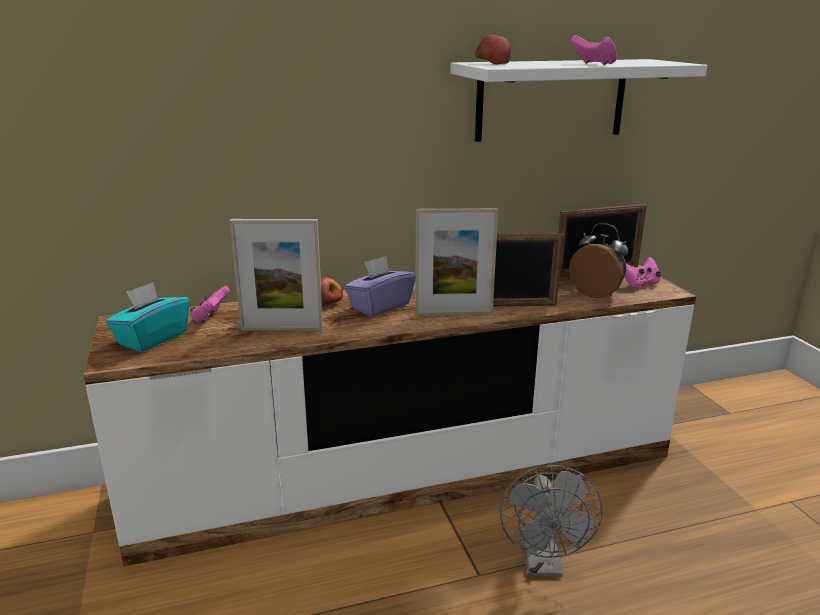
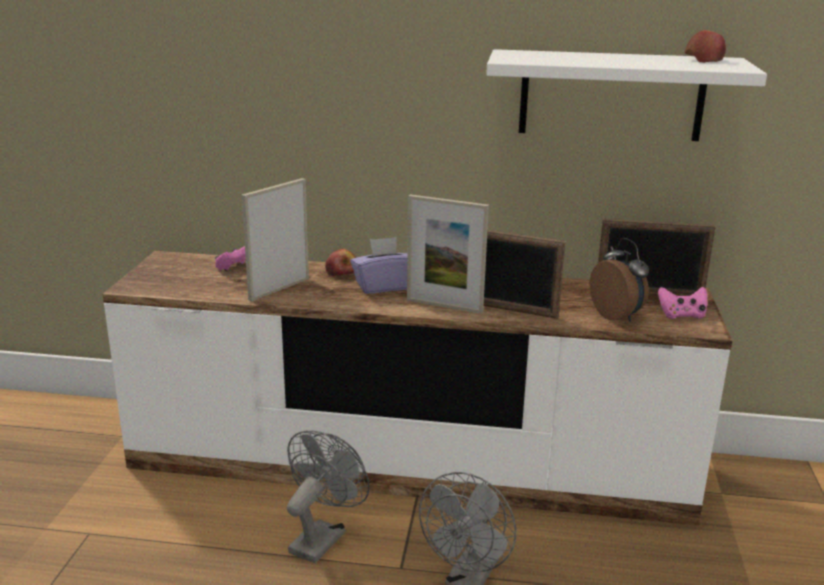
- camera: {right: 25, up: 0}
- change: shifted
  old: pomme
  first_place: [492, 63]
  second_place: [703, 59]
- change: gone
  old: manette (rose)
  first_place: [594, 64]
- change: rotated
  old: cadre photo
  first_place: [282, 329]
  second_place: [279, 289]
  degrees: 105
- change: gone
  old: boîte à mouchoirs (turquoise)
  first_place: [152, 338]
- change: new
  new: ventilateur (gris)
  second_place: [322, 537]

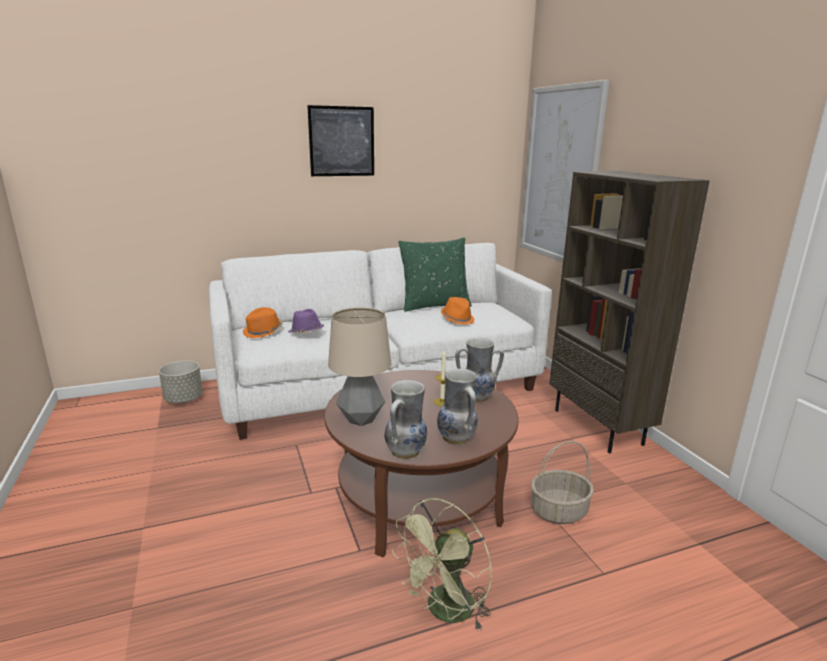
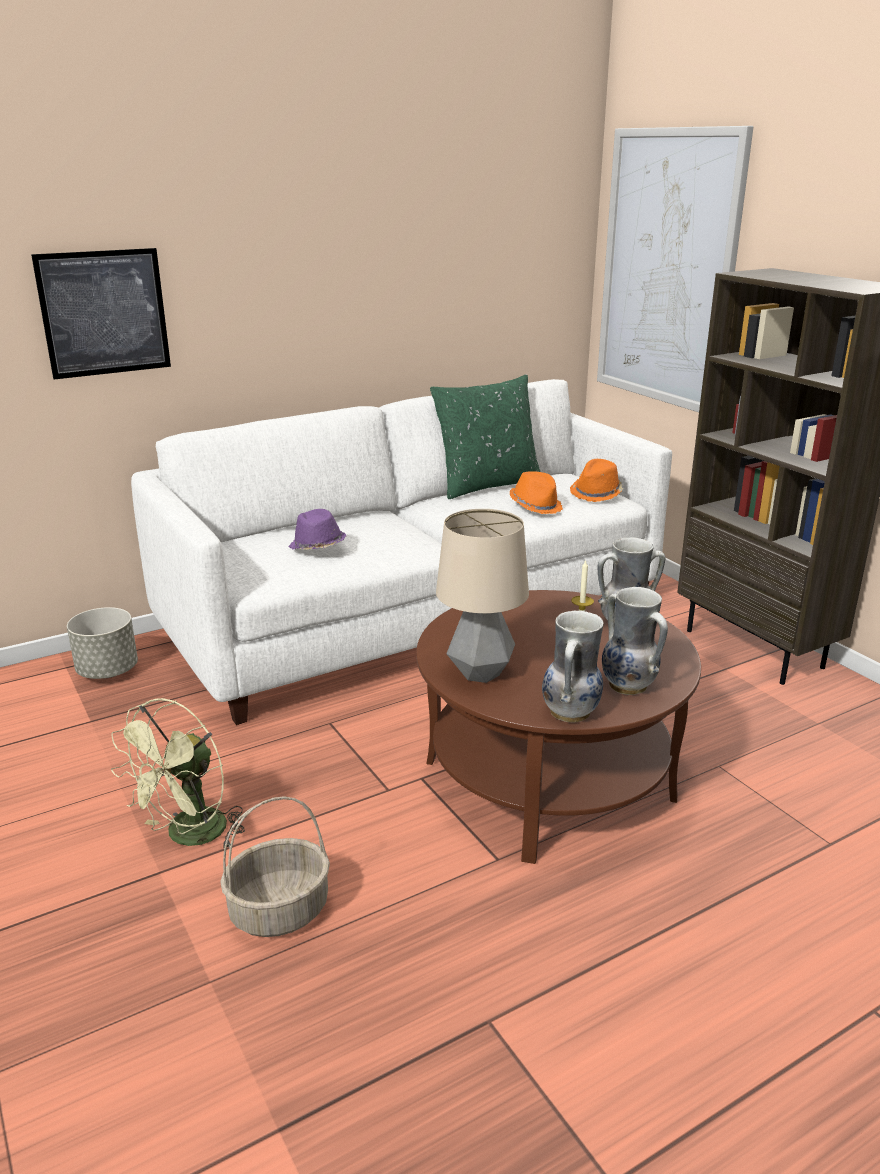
- camera: {right: -10, up: 5}
- change: shifted
  old: tableau
  first_place: [342, 141]
  second_place: [104, 313]
- change: shifted
  old: chapeau (orange)
  first_place: [263, 332]
  second_place: [597, 493]
- change: shifted
  old: panier
  first_place: [558, 511]
  second_place: [278, 912]
- change: shifted
  old: ventilateur (vert)
  first_place: [445, 612]
  second_place: [189, 837]

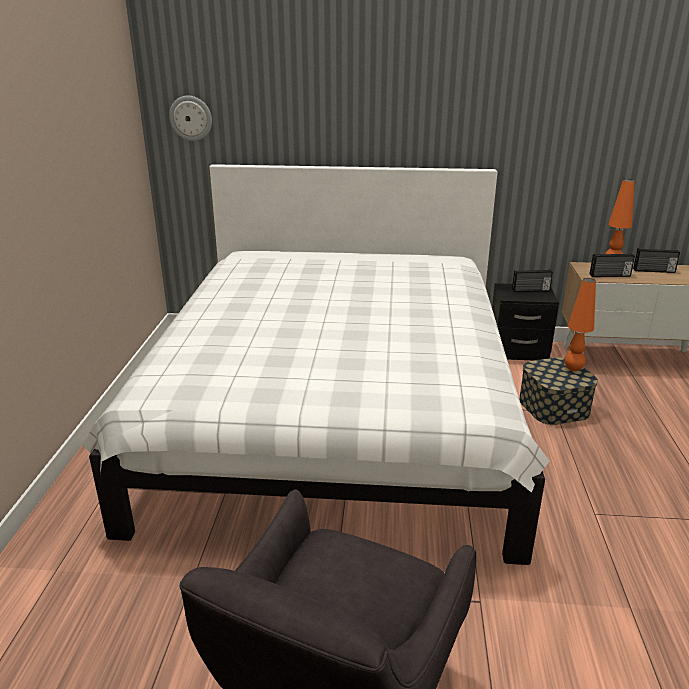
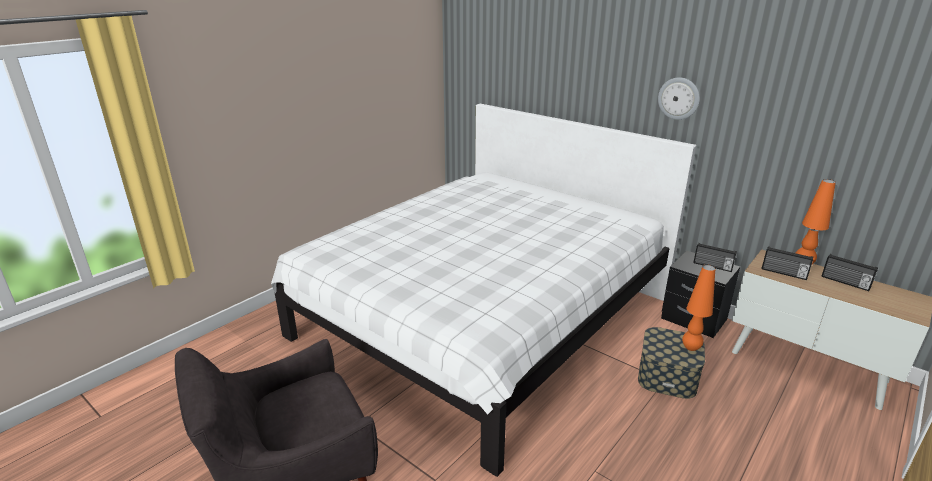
- camera: {right: 35, up: 0}
- change: shifted
  old: horloge murale
  first_place: [191, 118]
  second_place: [678, 98]

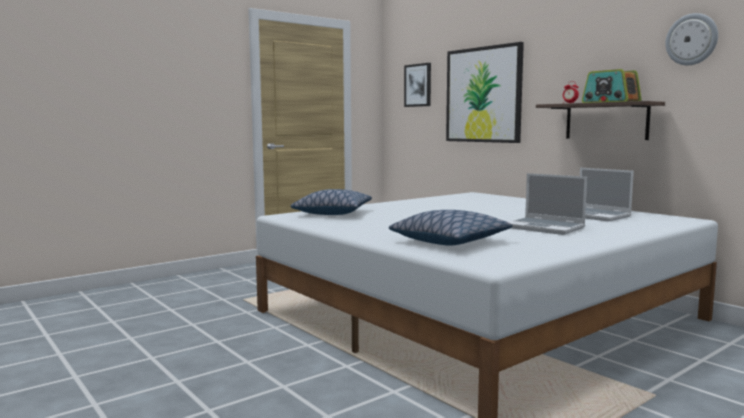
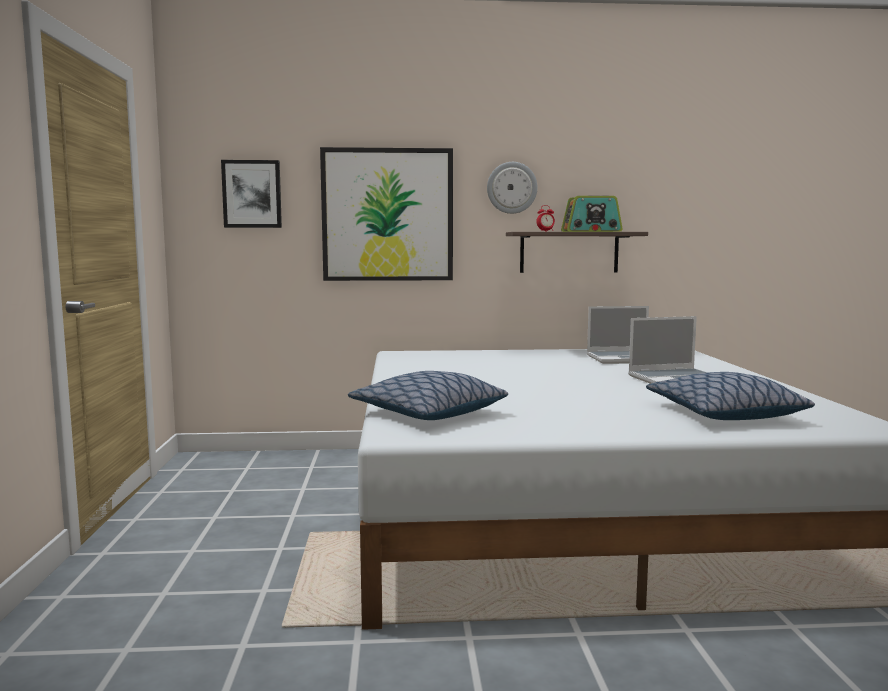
- camera: {right: -55, up: 0}
- change: shifted
  old: horloge murale
  first_place: [691, 39]
  second_place: [511, 187]

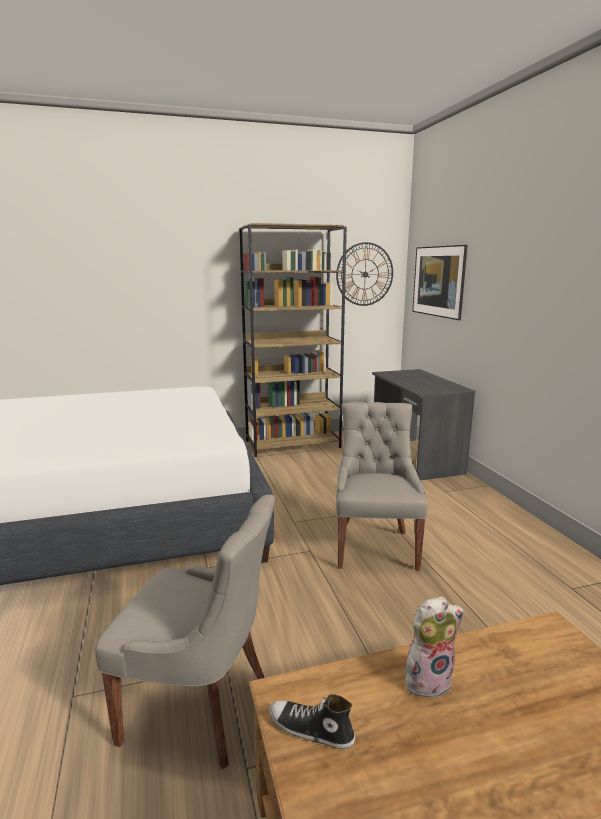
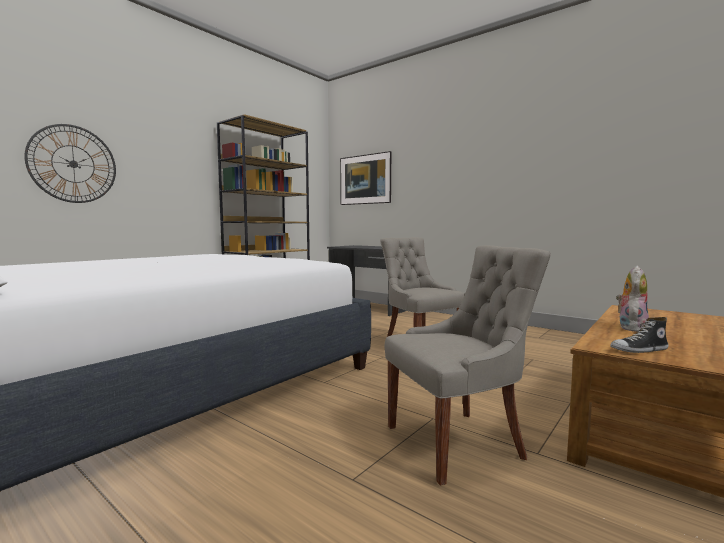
- camera: {right: -35, up: -10}
- change: shifted
  old: horloge murale
  first_place: [365, 274]
  second_place: [73, 164]

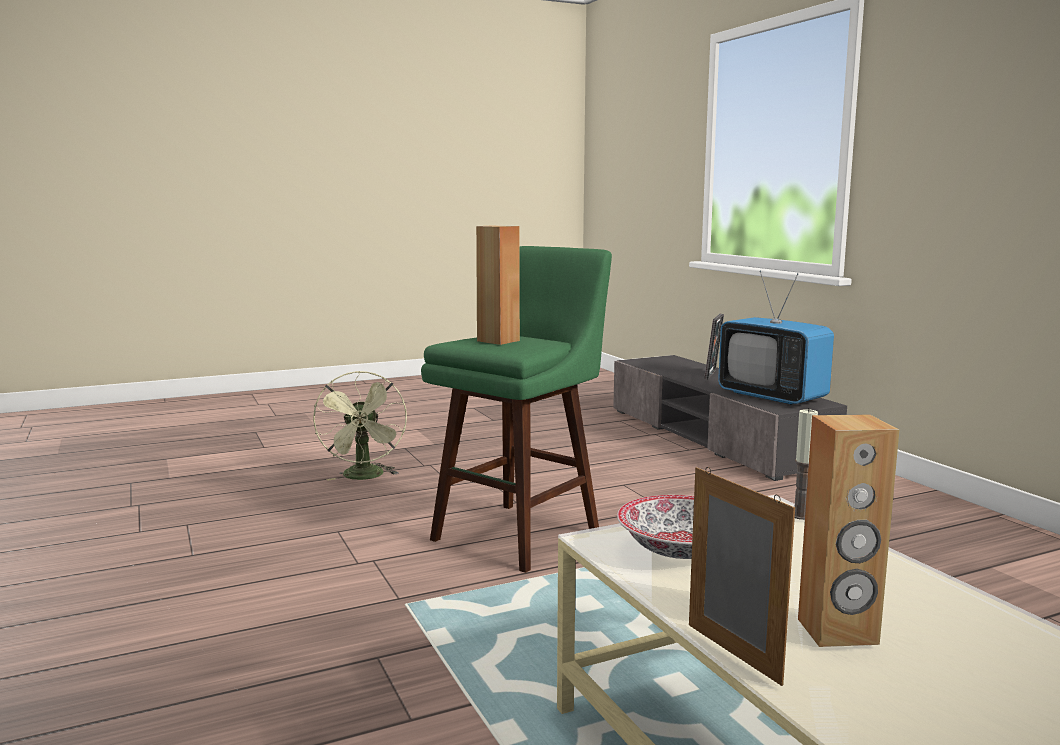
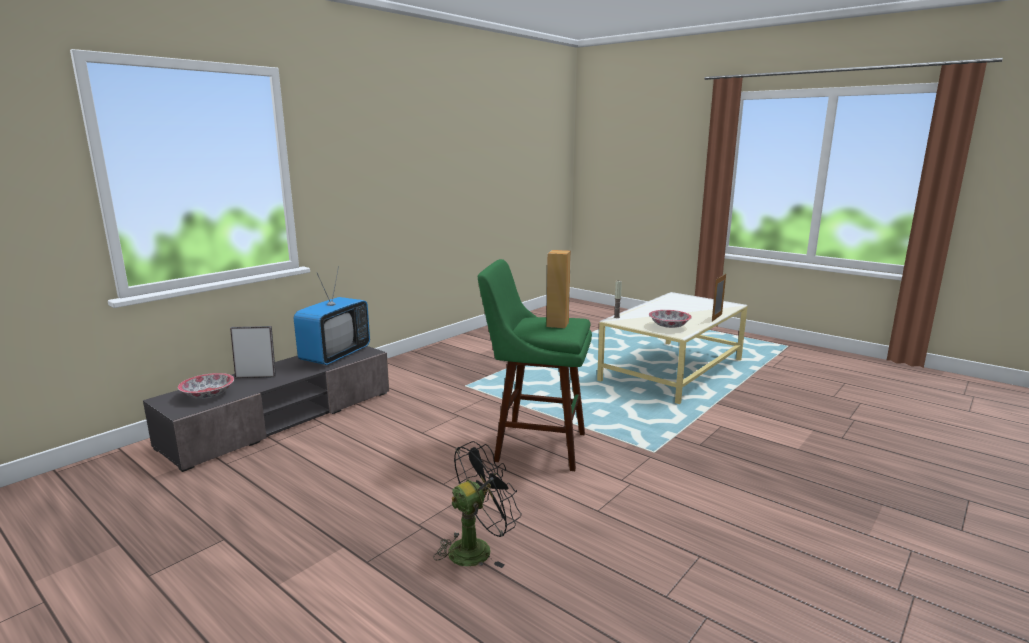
- camera: {right: -115, up: 5}
- change: repainted
  old: ventilateur (vert)
  new: ventilateur (noir)
  first_place: [365, 477]
  second_place: [477, 548]
- change: gone
  old: enceinte (marron)
  first_place: [838, 632]
- change: new
  new: bol
  second_place: [208, 395]

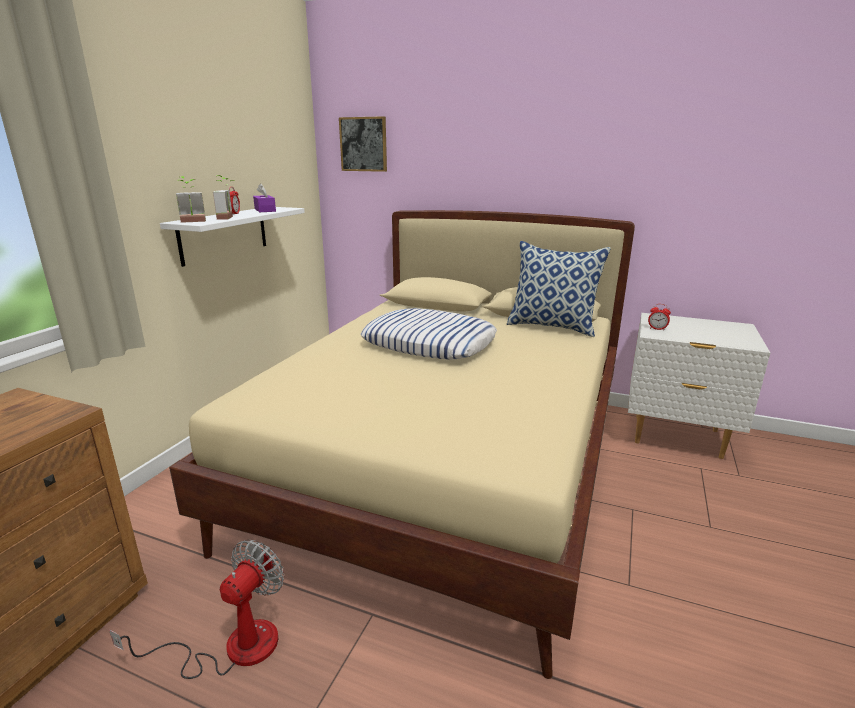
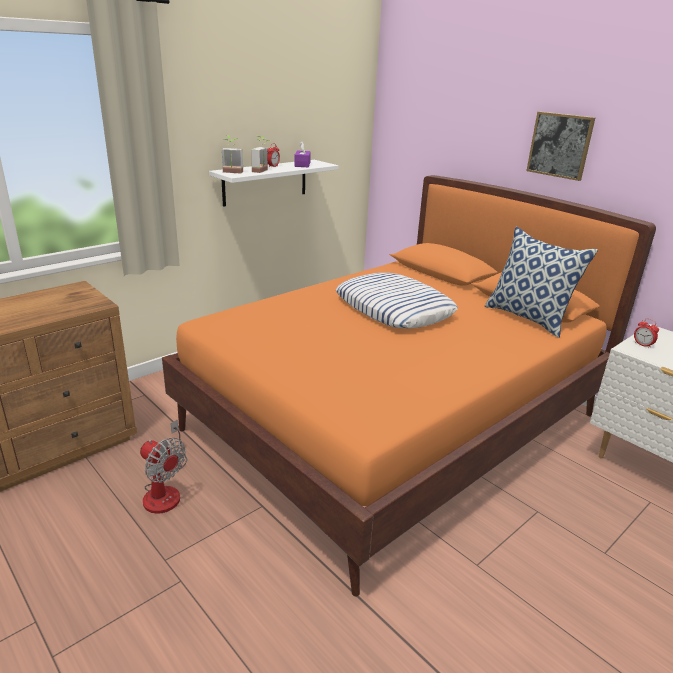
- camera: {right: 25, up: 5}
- change: shifted
  old: tableau
  first_place: [363, 144]
  second_place: [560, 145]
- change: repainted
  old: lit (beige)
  new: lit (orange)
  first_place: [448, 466]
  second_place: [395, 422]
- change: rotated
  old: ventilateur
  first_place: [232, 647]
  second_place: [165, 490]
  degrees: 75

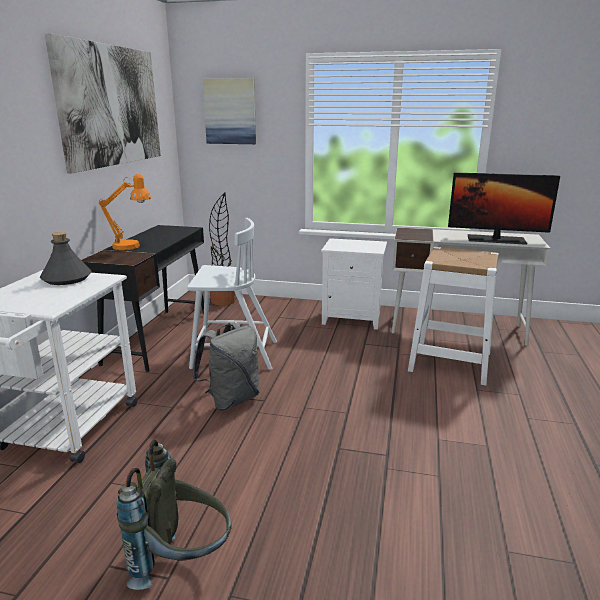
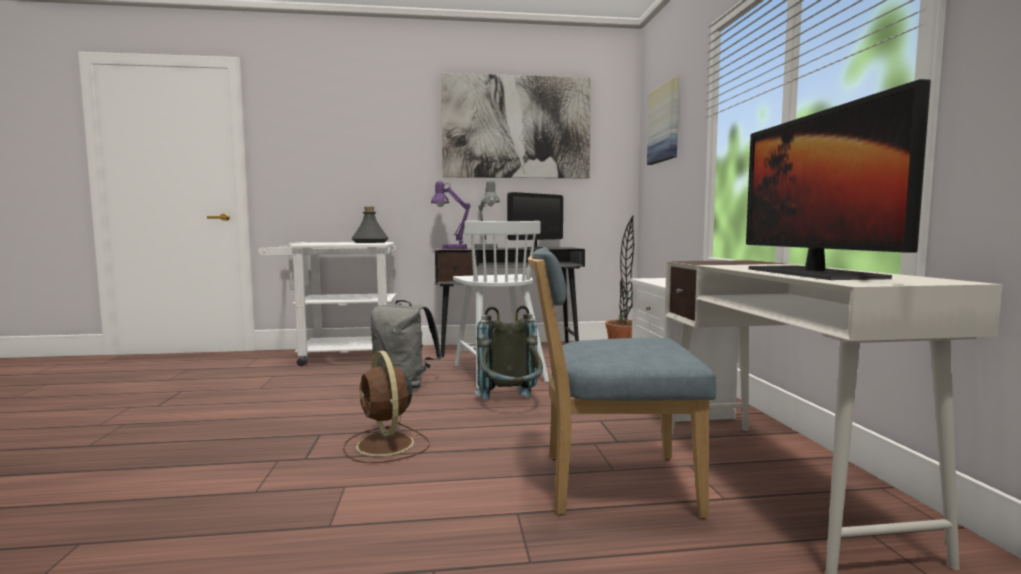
- camera: {right: 70, up: -15}
- change: repainted
  old: lampe de table (orange)
  new: lampe de table (gris)
  first_place: [132, 247]
  second_place: [487, 248]
- change: swapped
  old: tabouret (blanc)
  new: chaise (bleu)
  first_place: [450, 361]
  second_place: [609, 484]
- change: shifted
  old: sac à dos (gris)
  first_place: [183, 562]
  second_place: [511, 405]
- change: new
  new: lampe de table (violet)
  second_place: [450, 248]
- change: new
  new: écran d'ordinateur
  second_place: [534, 248]
- change: new
  new: ventilateur (marron)
  second_place: [386, 446]

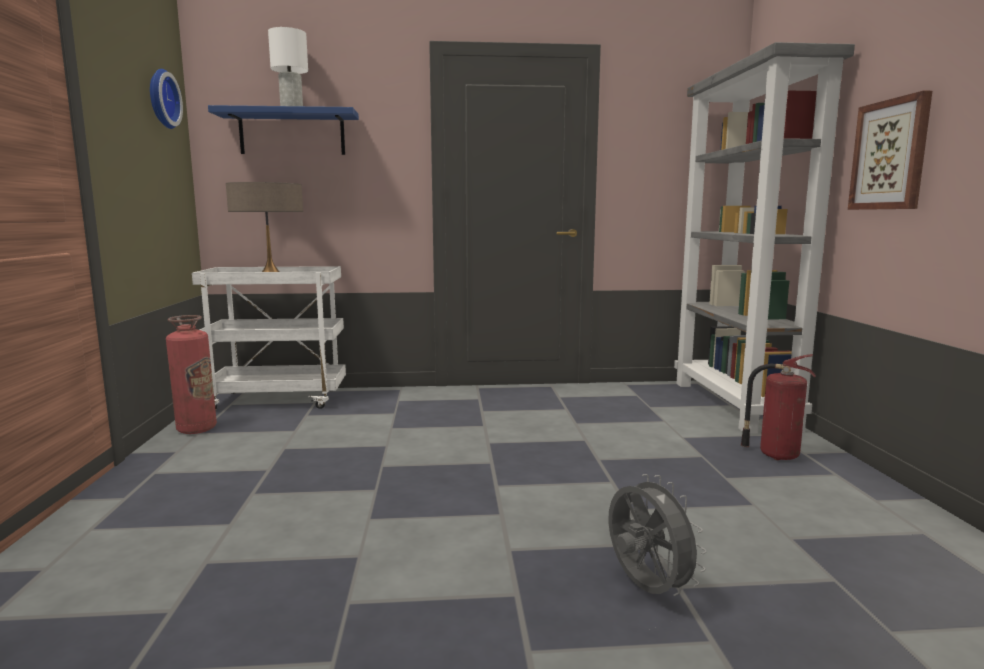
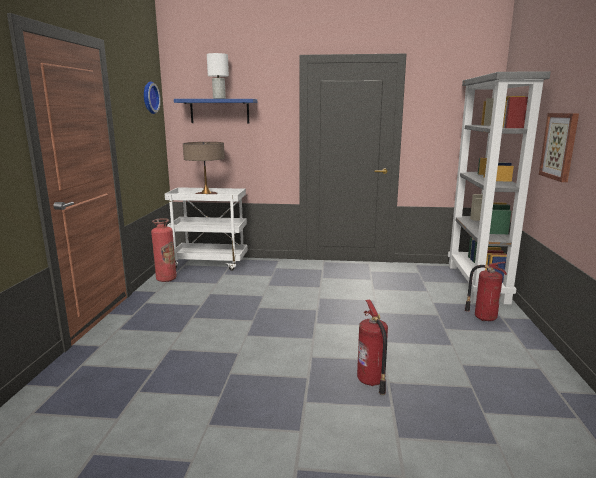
- camera: {right: 10, up: 5}
- change: swapped
  old: ventilateur (gris)
  new: extincteur
  first_place: [645, 589]
  second_place: [371, 381]

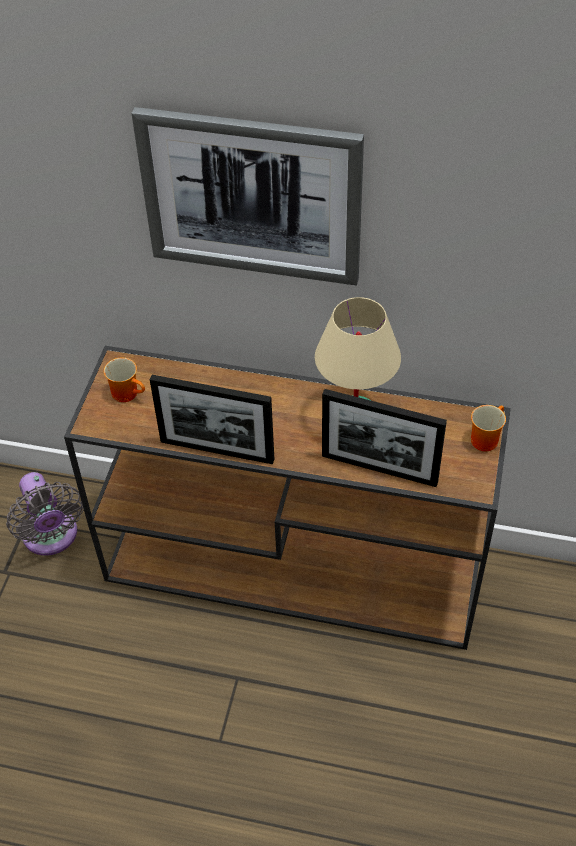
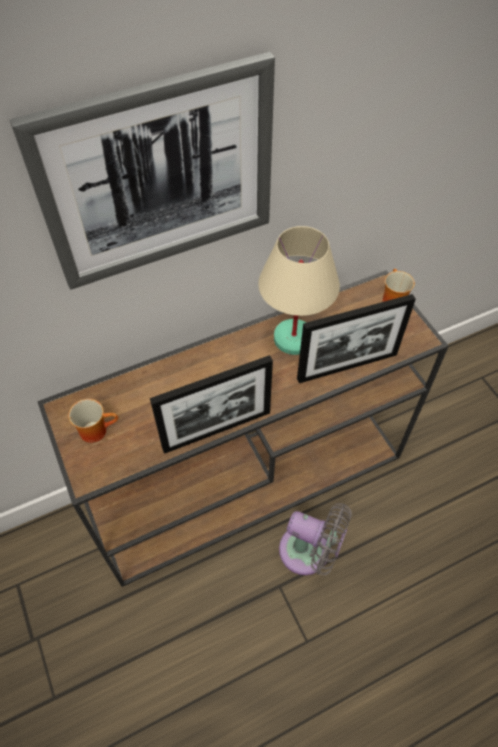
- camera: {right: -40, up: 5}
- change: shifted
  old: ventilateur (gris)
  first_place: [52, 537]
  second_place: [309, 552]

